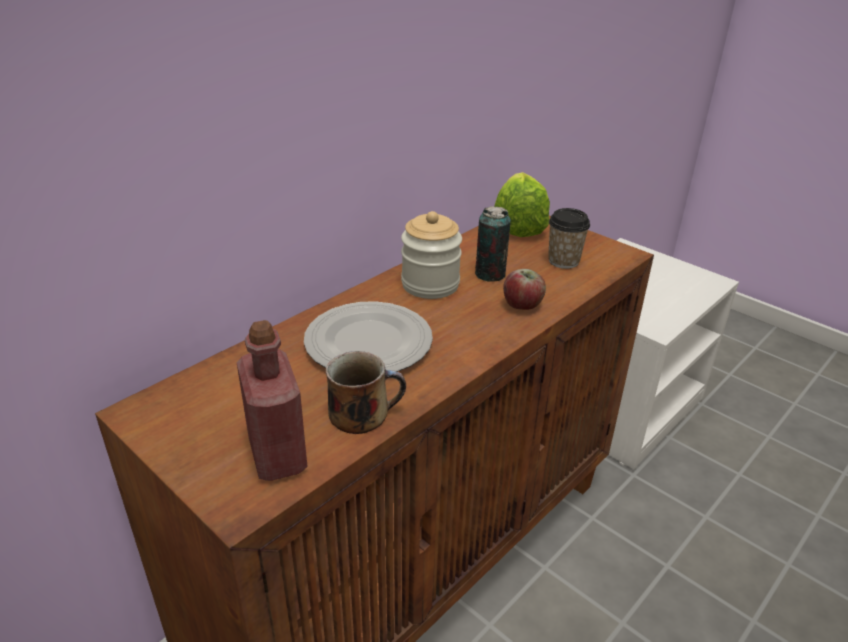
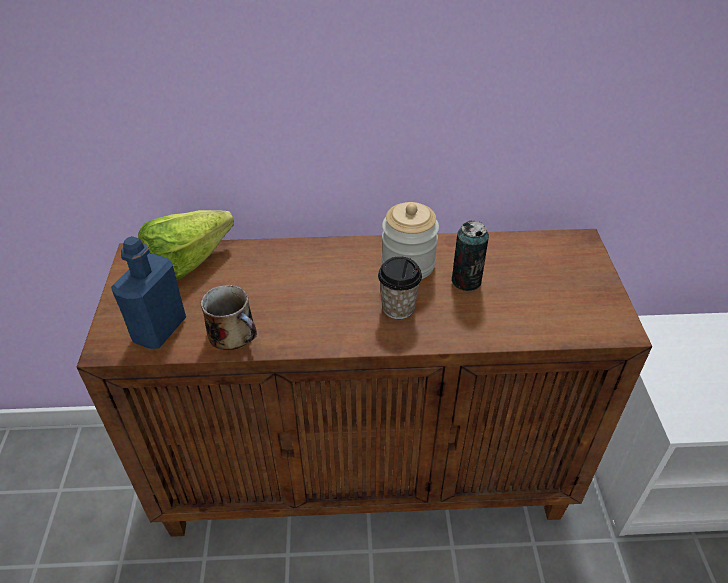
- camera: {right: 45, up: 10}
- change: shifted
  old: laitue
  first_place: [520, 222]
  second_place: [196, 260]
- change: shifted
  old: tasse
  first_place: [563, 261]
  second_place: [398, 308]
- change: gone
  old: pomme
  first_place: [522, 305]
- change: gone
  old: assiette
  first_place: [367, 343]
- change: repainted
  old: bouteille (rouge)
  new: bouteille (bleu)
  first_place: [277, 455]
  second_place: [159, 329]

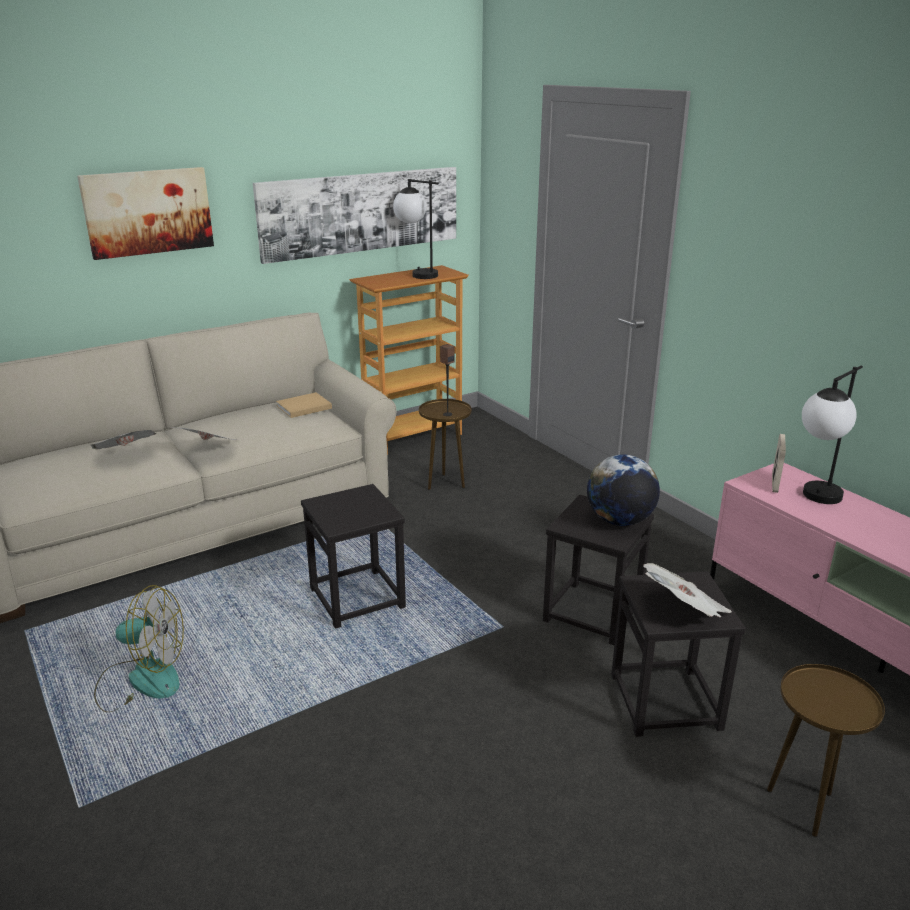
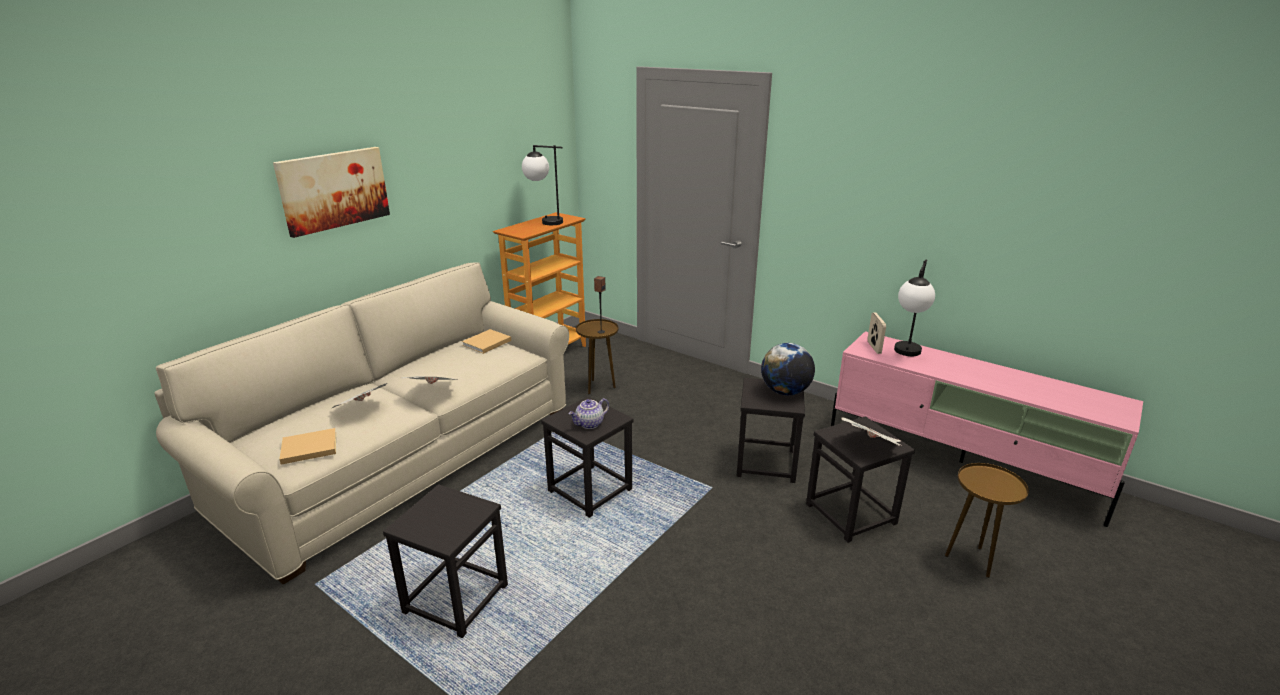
- camera: {right: -20, up: 0}
- change: gone
  old: tableau
  first_place: [361, 212]
- change: swapped
  old: ventilateur
  new: tabouret (noir)
  first_place: [141, 680]
  second_place: [455, 598]
- change: new
  new: théière
  second_place: [590, 424]
- change: new
  new: livre (beige)
  second_place: [307, 448]

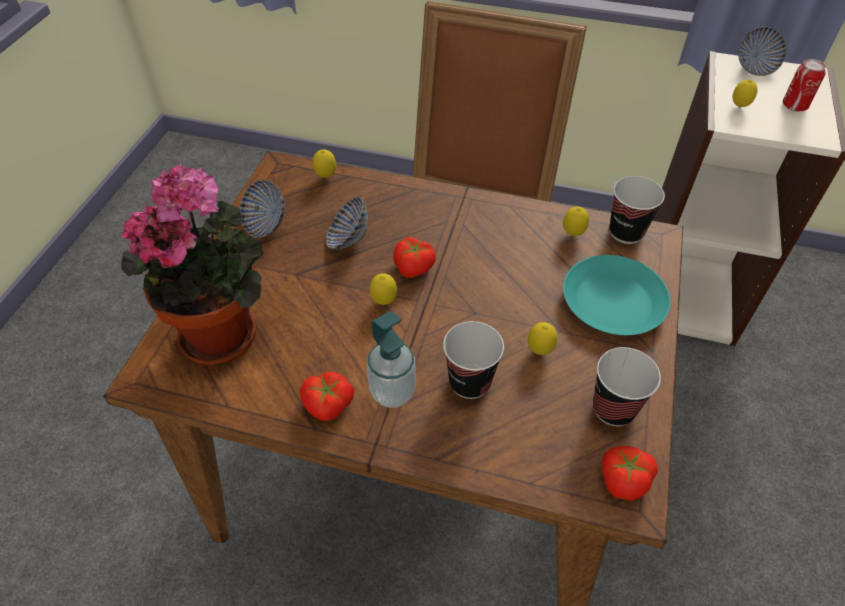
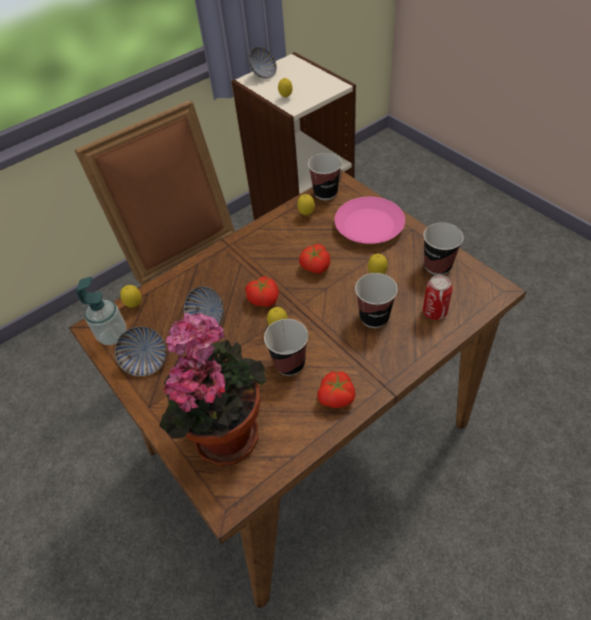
- camera: {right: -50, up: 0}
- change: shifted
  old: boîte métallique
  first_place: [794, 106]
  second_place: [434, 312]
- change: repainted
  old: assiette (turquoise)
  new: assiette (rose)
  first_place: [613, 301]
  second_place: [369, 225]
- change: shifted
  old: distributeur de savon
  first_place: [392, 392]
  second_place: [113, 335]
- change: shifted
  old: tomate
  first_place: [622, 479]
  second_place: [314, 266]
- change: new
  new: tasse
  second_place: [289, 363]

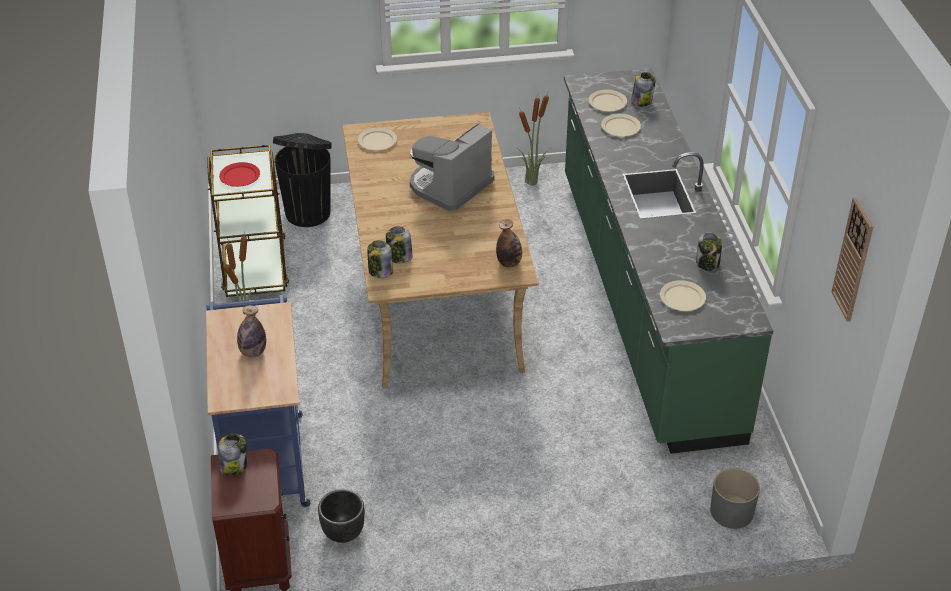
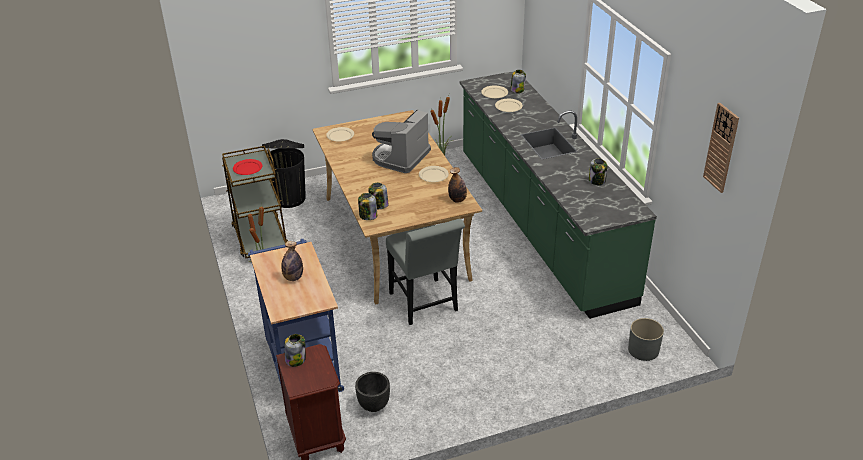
- camera: {right: -10, up: -5}
- change: shifted
  old: assiette (beige)
  first_place: [682, 298]
  second_place: [433, 175]
- change: new
  new: chaise (gris)
  second_place: [425, 305]

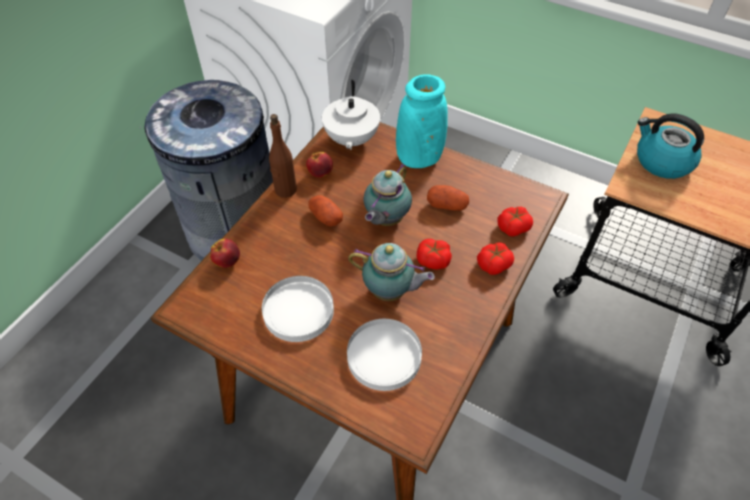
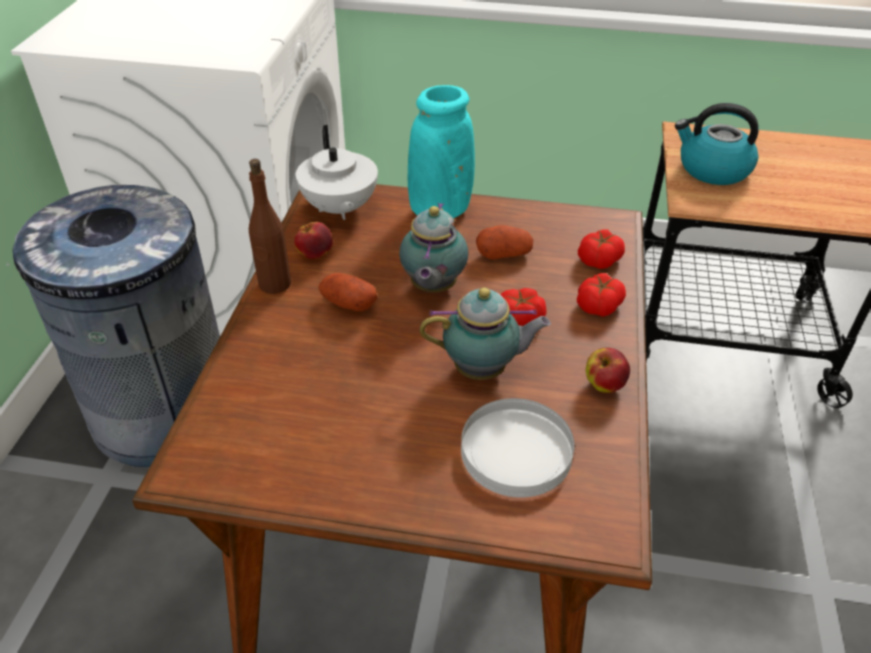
- camera: {right: -20, up: -10}
- change: shifted
  old: pomme
  first_place: [227, 261]
  second_place: [604, 385]
- change: gone
  old: assiette (blanc)
  first_place: [298, 311]

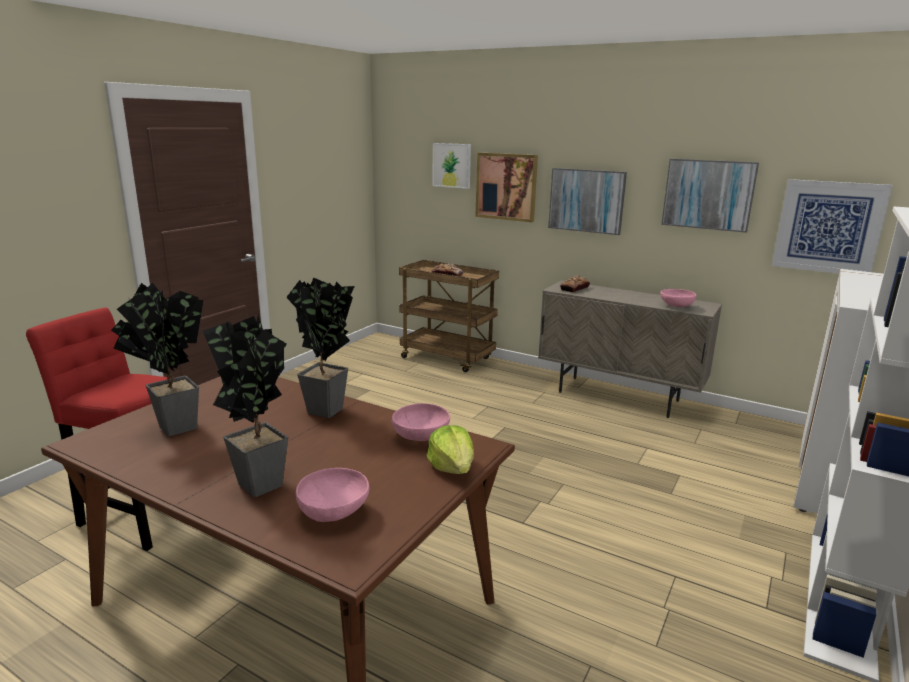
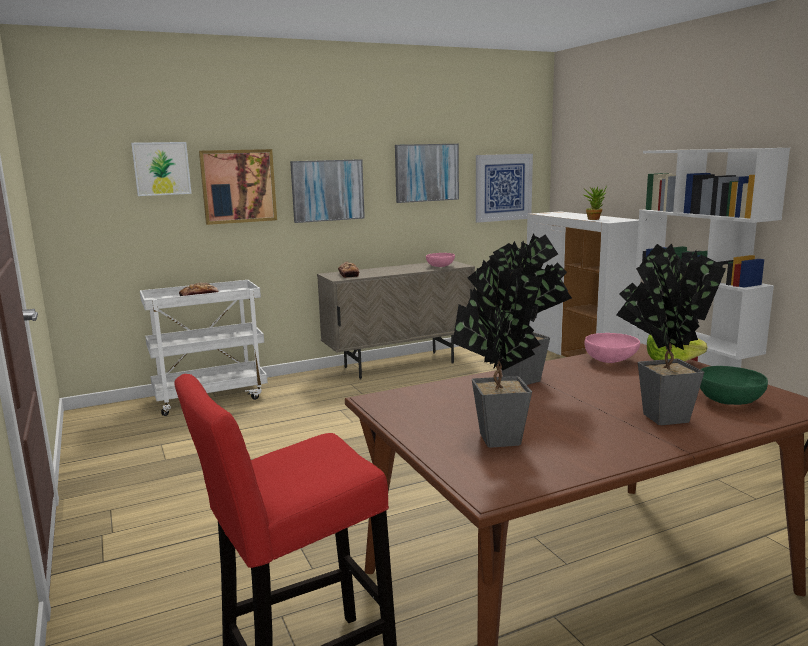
- camera: {right: -55, up: -5}
- change: repainted
  old: chariot (marron)
  new: chariot (blanc)
  first_place: [448, 358]
  second_place: [211, 397]
- change: repainted
  old: bol (rose)
  new: bol (vert)
  first_place: [334, 512]
  second_place: [729, 400]
- change: new
  new: plante en pot
  second_place: [594, 219]

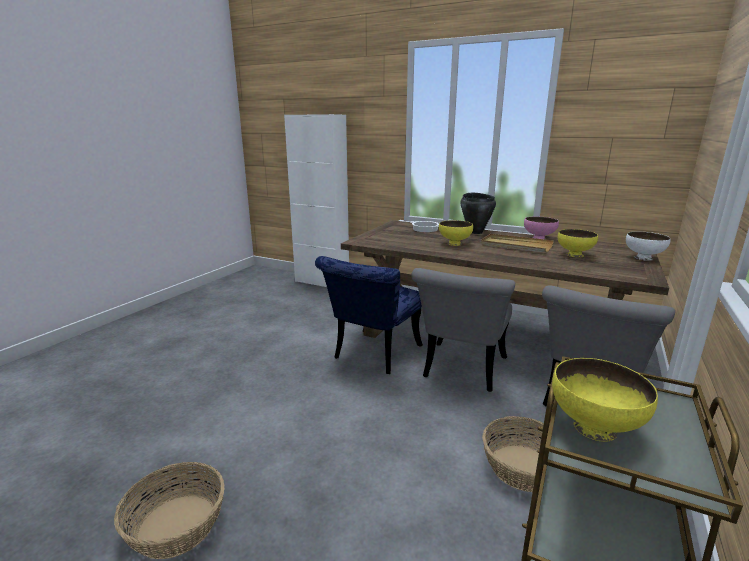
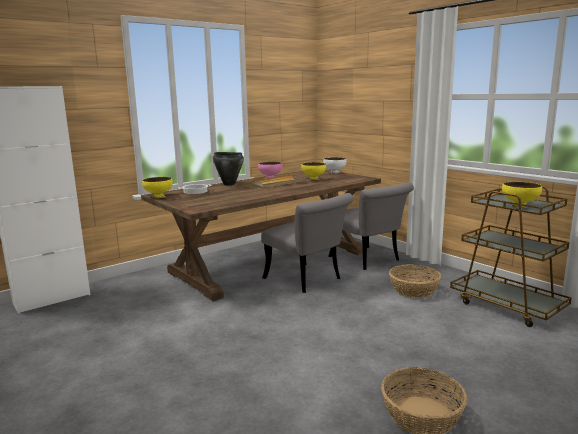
- camera: {right: -65, up: -5}
- change: shifted
  old: bol (jaune)
  first_place: [455, 243]
  second_place: [159, 196]
- change: gone
  old: chaise (bleu)
  first_place: [372, 355]

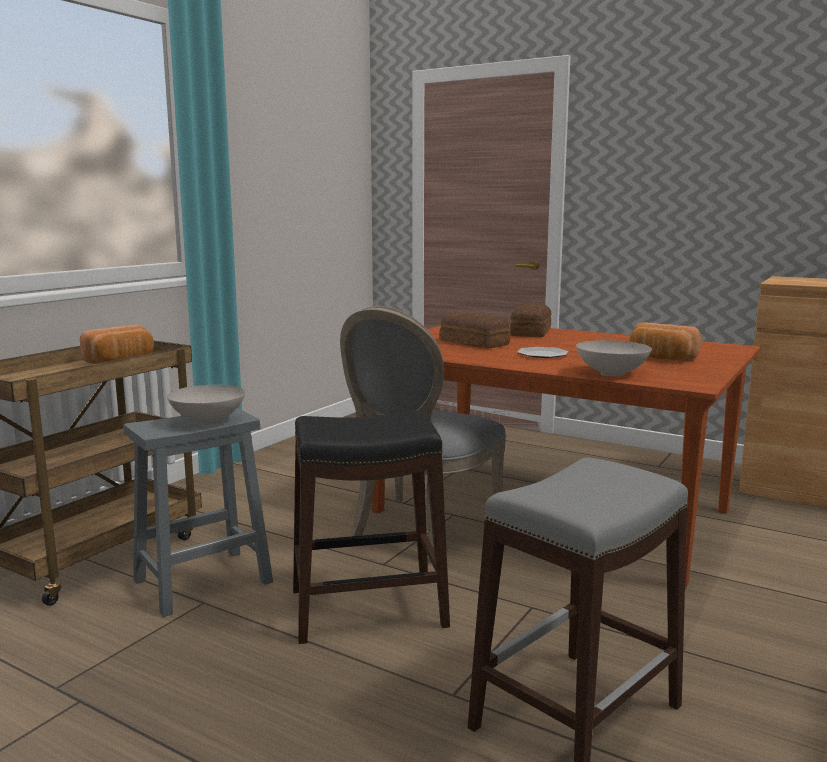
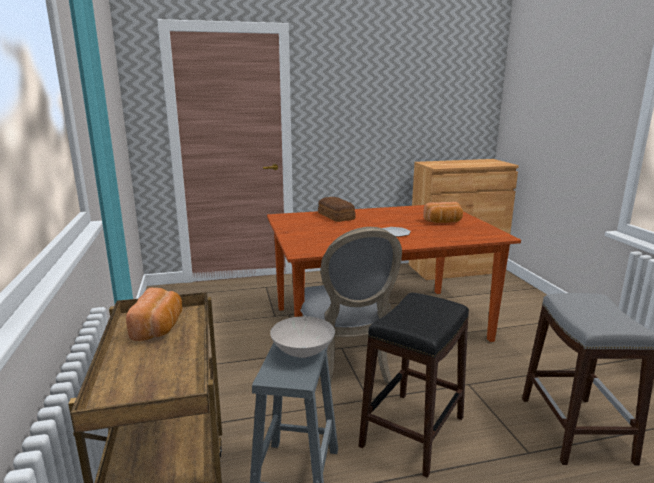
- camera: {right: -45, up: 5}
- change: gone
  old: pain
  first_place: [474, 342]
- change: gone
  old: bol (blanc)
  first_place: [613, 373]

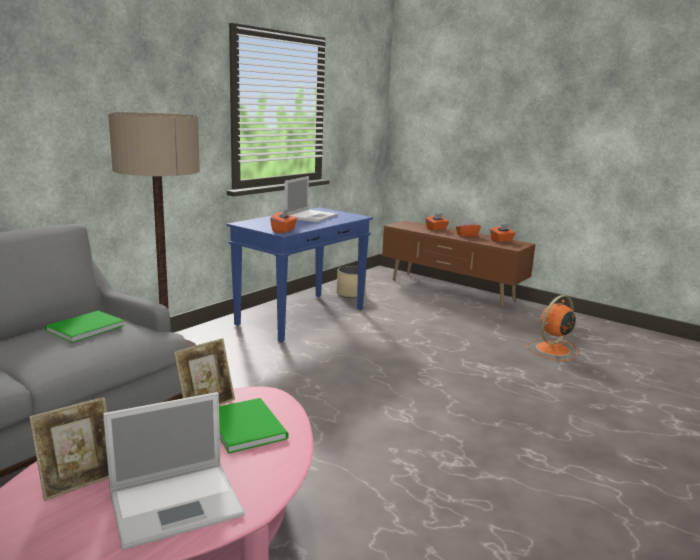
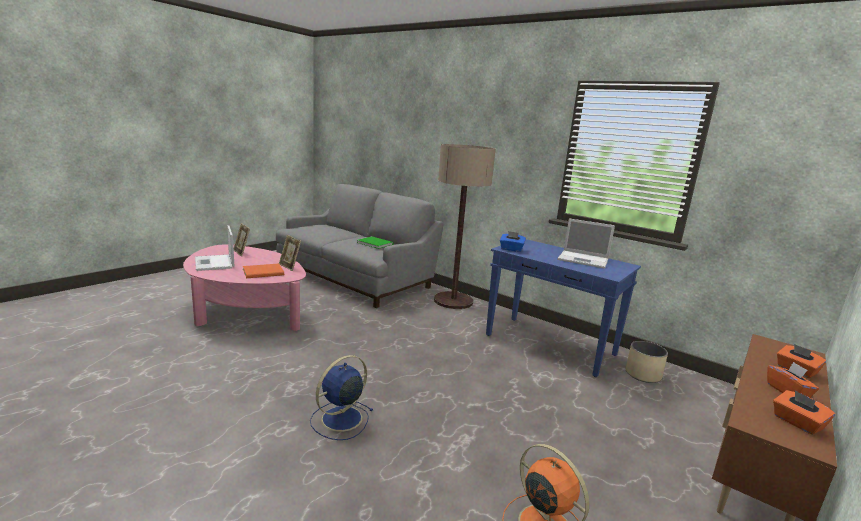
- camera: {right: 90, up: 0}
- change: repainted
  old: boîte à mouchoirs (orange)
  new: boîte à mouchoirs (bleu)
  first_place: [284, 230]
  second_place: [511, 249]
- change: repainted
  old: livre (vert)
  new: livre (orange)
  first_place: [247, 425]
  second_place: [264, 272]
- change: new
  new: ventilateur (bleu)
  second_place: [340, 419]

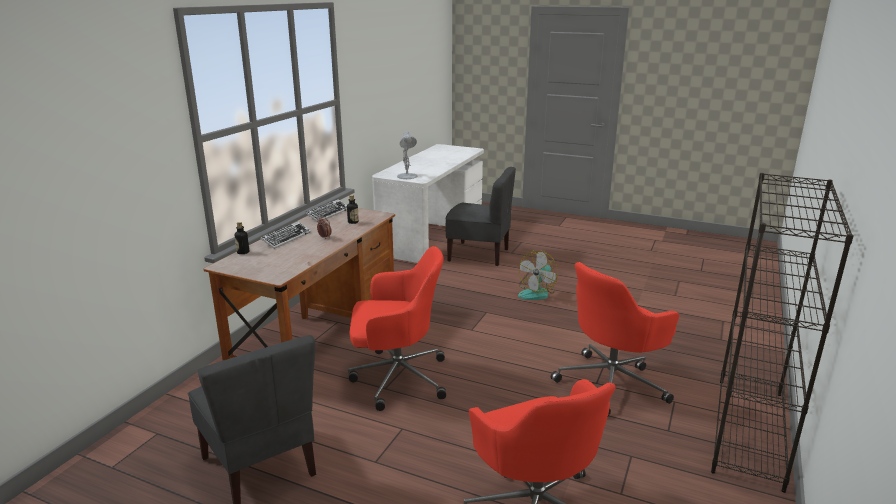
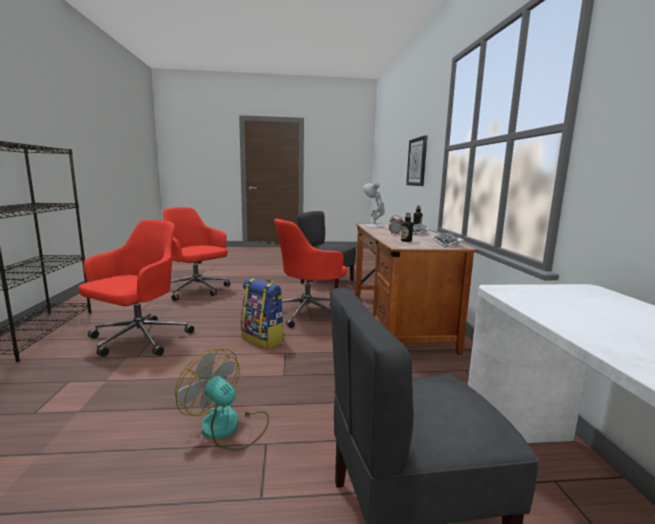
- camera: {right: 150, up: -10}
- change: shifted
  old: lampe de table (blanc)
  first_place: [407, 176]
  second_place: [373, 226]
- change: rotated
  old: ventilateur
  first_place: [537, 293]
  second_place: [228, 428]
  degrees: -60
- change: new
  new: horloge murale
  second_place: [417, 162]
- change: new
  new: sac à dos
  second_place: [263, 339]

